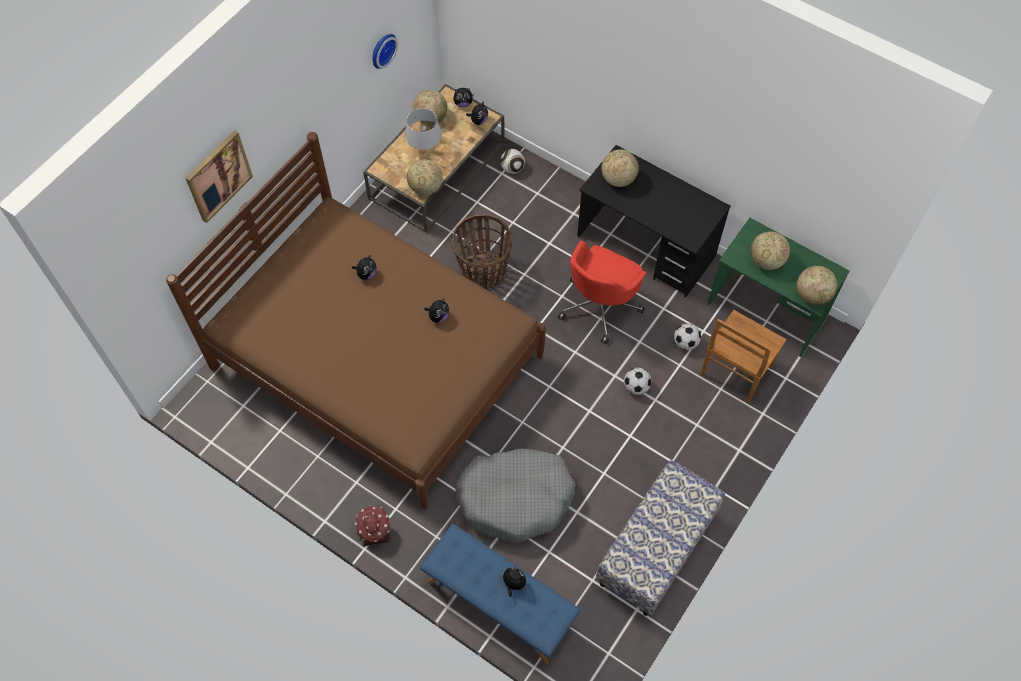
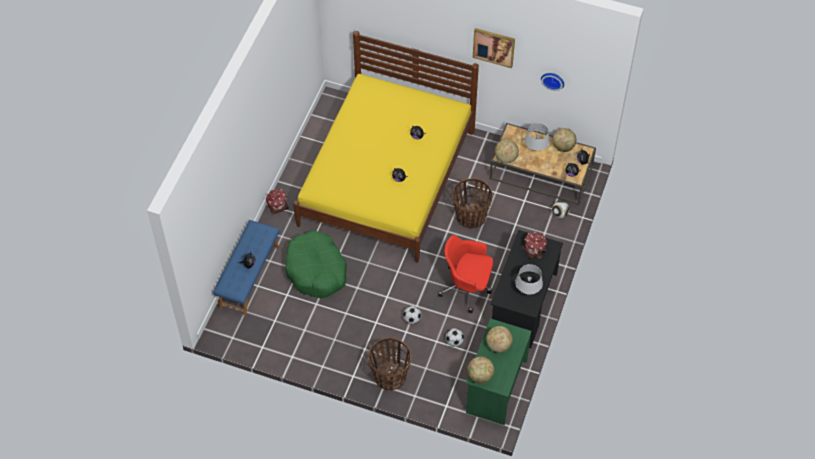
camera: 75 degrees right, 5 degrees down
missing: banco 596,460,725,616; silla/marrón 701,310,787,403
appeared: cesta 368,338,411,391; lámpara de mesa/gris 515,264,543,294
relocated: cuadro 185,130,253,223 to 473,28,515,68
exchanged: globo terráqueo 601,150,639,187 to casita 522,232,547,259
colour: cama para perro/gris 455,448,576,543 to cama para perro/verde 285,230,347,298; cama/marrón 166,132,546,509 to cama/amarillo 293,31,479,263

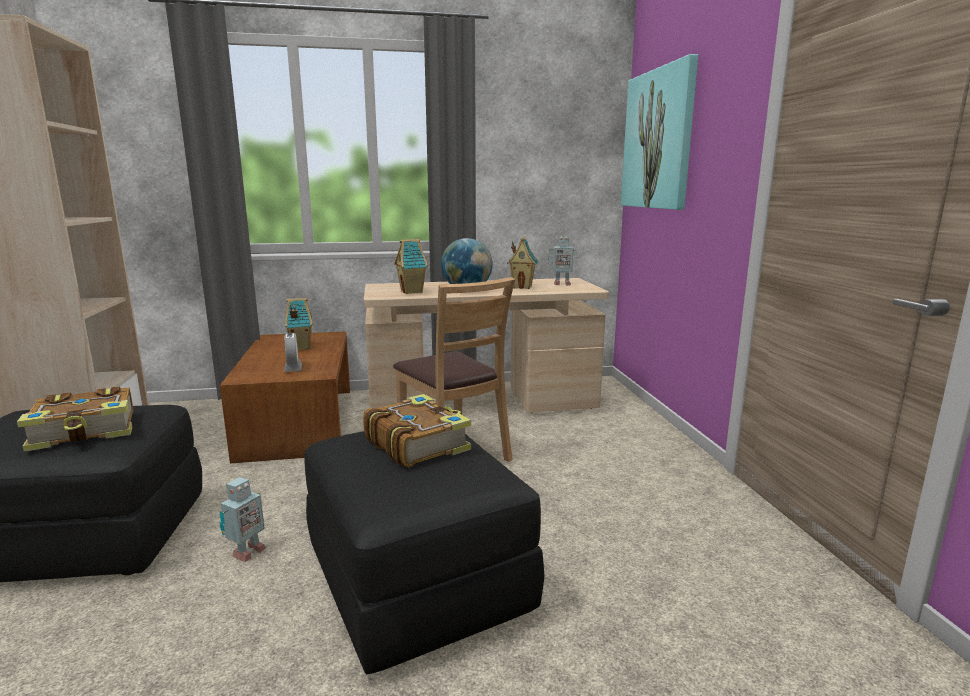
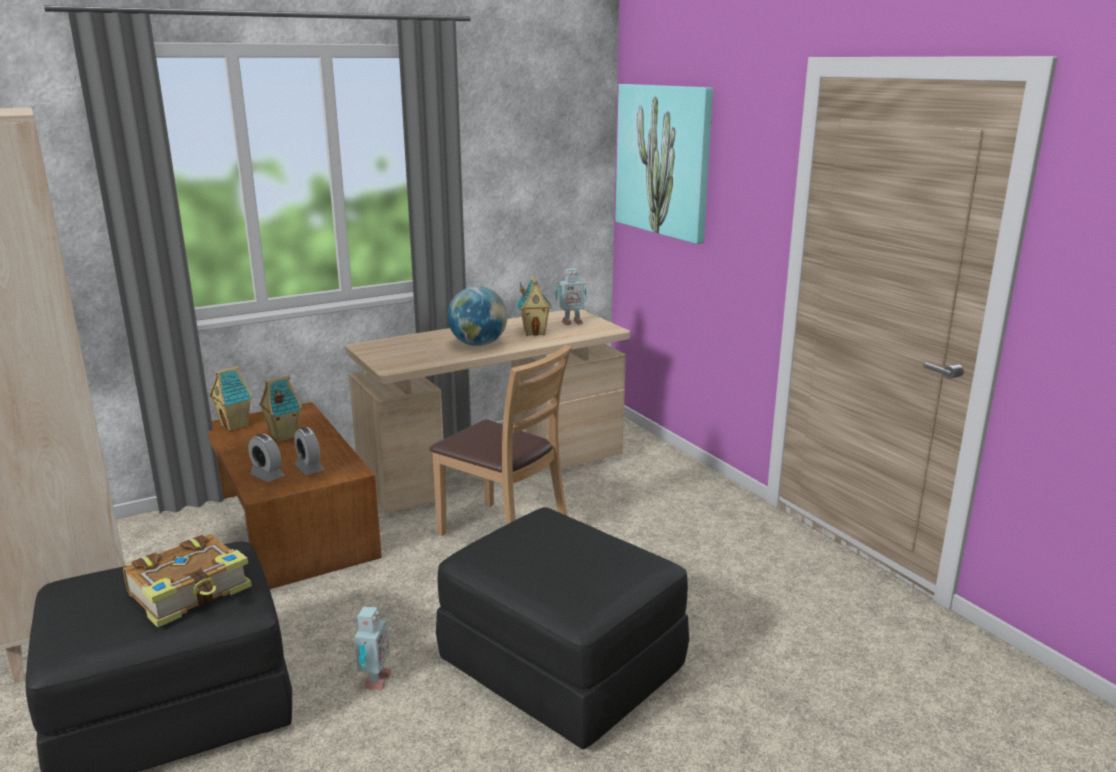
camera: 20 degrees left, 5 degrees up
missing: libro 363,394,471,467
appeared: despertador 248,434,284,482
relocated: casita 394,239,428,294 to 209,366,253,431

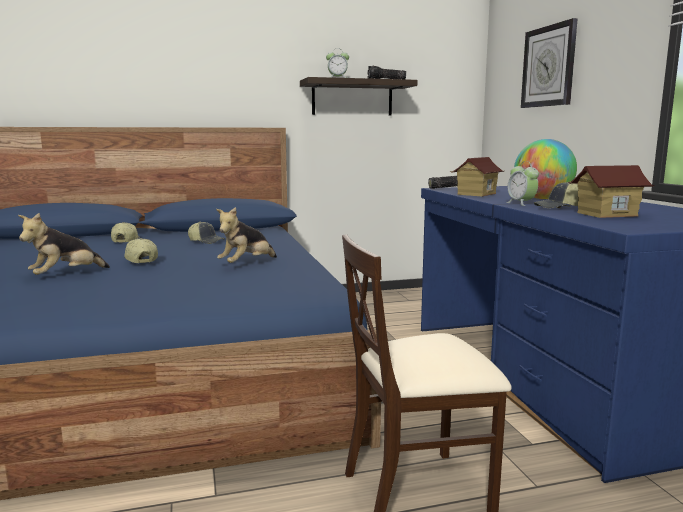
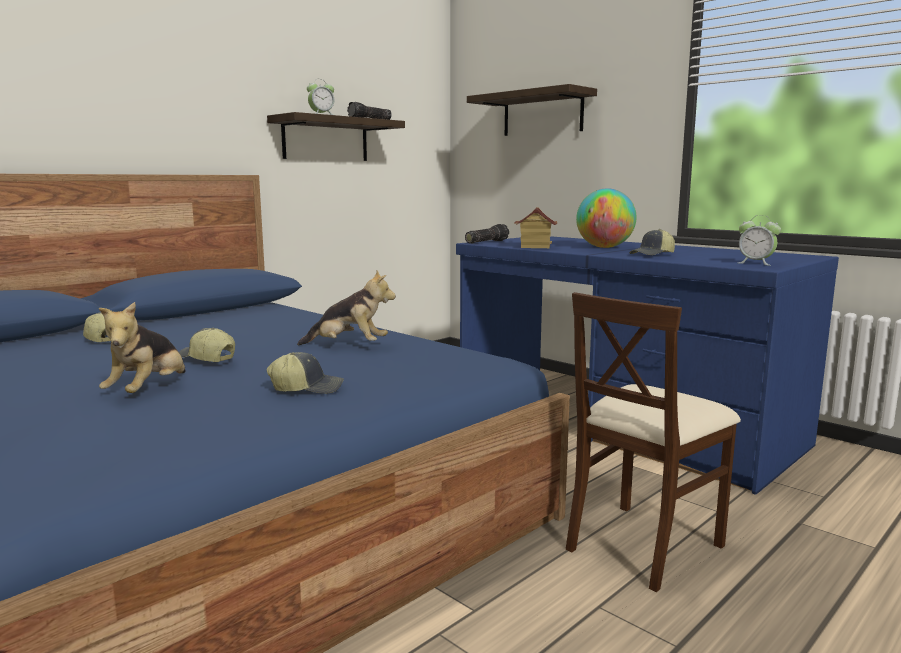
camera: 30 degrees left, 0 degrees up
missing: casita 568,165,655,218
relocated: gorra 188,221,225,244 to 267,352,344,394; despertador 506,161,539,206 to 739,215,781,266
exchanged: reloj de pared 521,18,578,108 to estante 467,84,597,136
spun: peluche 216,207,277,263 = 297,270,396,345 90 degrees counterclockwise

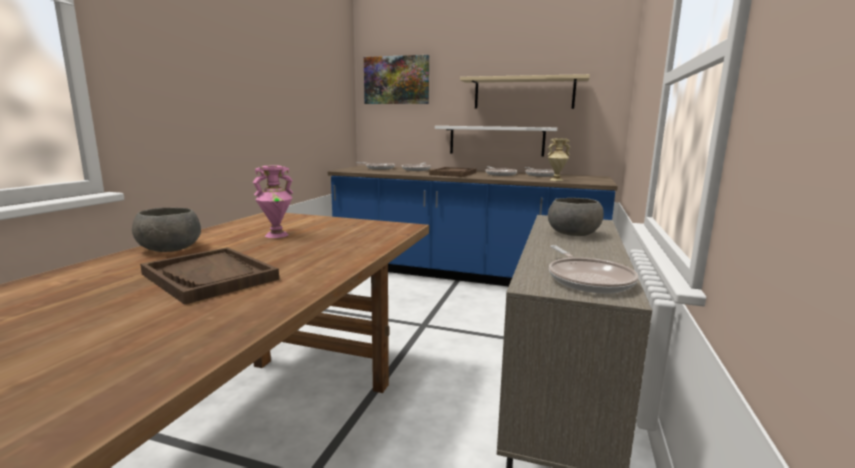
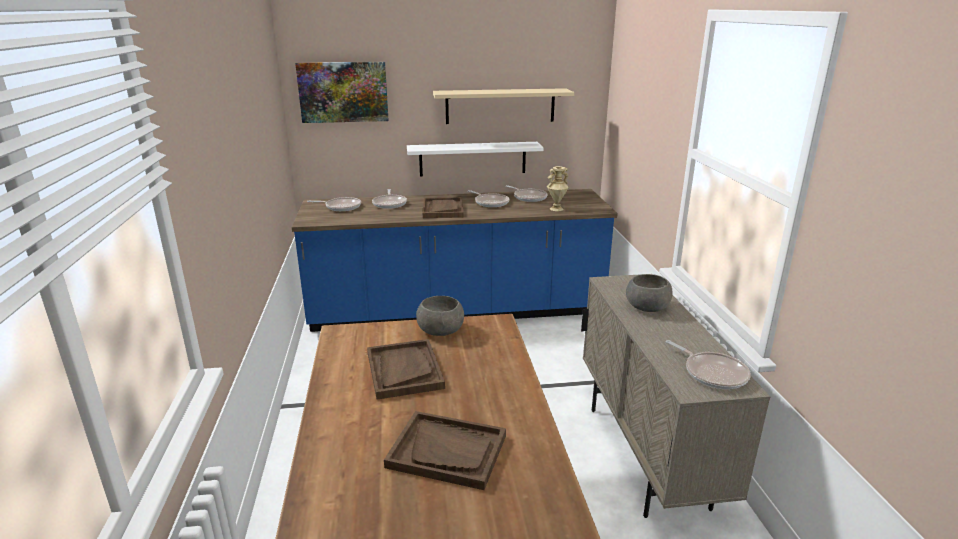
camera: 25 degrees left, 10 degrees up
relocated: cuenco/gris 132,208,201,252 to 416,296,464,336
exchanged: florero/rosa 253,166,293,238 to bandeja/marrón 367,339,445,400

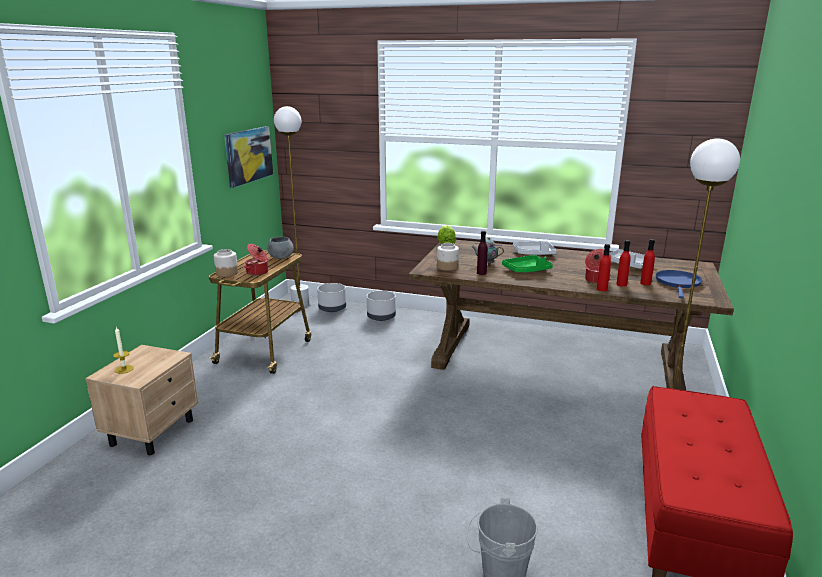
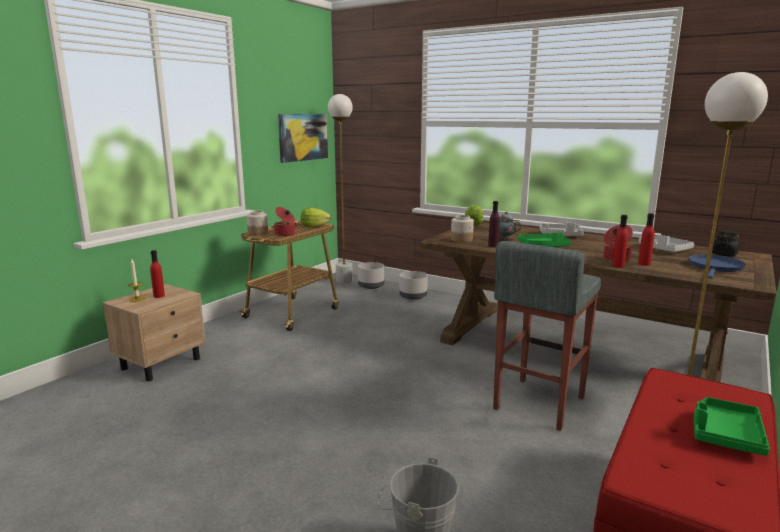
camera: 15 degrees right, 5 degrees down
appeared: taburete/gris 493,241,601,431; bandeja/verde 694,397,770,456; tarro/negro 712,230,739,256
relocated: botella/rojo 640,239,655,285 to 150,250,165,298
exchanged: cuenco/gris 267,236,293,259 to lechuga 301,208,331,227

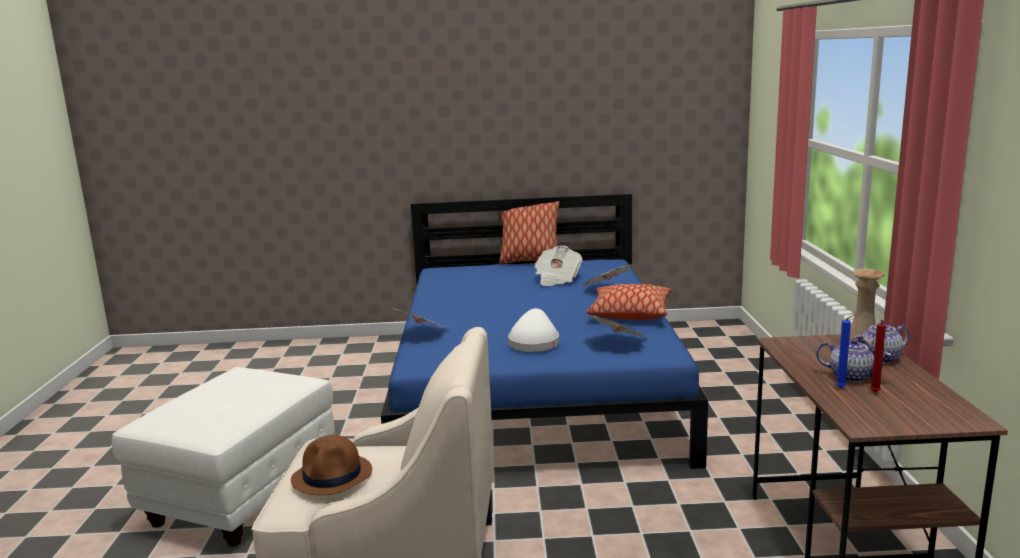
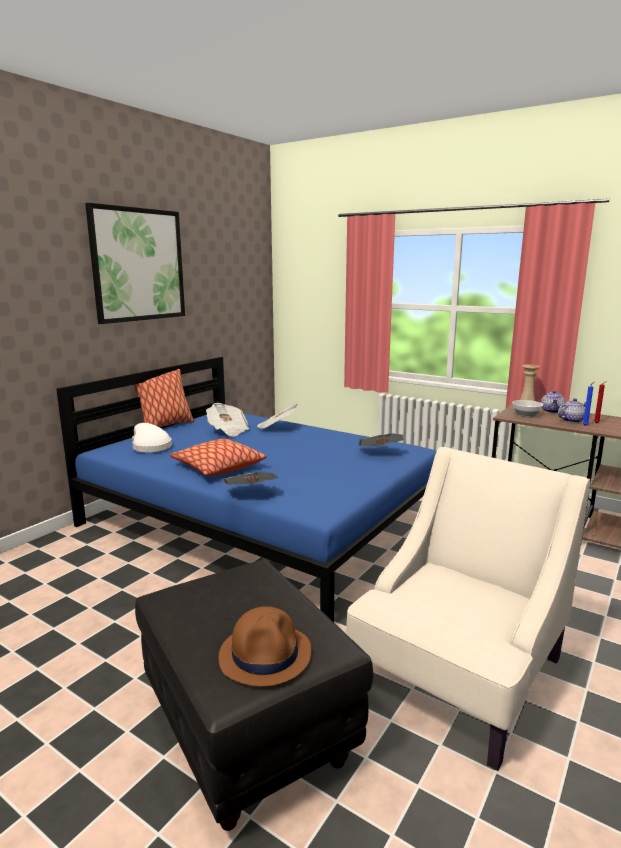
camera: 55 degrees left, 0 degrees up
appeared: cuadro 85,203,185,324; cuenco 512,400,543,417
relocated: sombrero/blanco 508,308,559,352 to 132,423,172,452; cojín 587,284,671,320 to 170,439,267,476; sombrero/marrón 291,435,372,495 to 219,606,311,686
colour: puf/blanco 112,367,335,547 to puf/negro 135,559,373,831

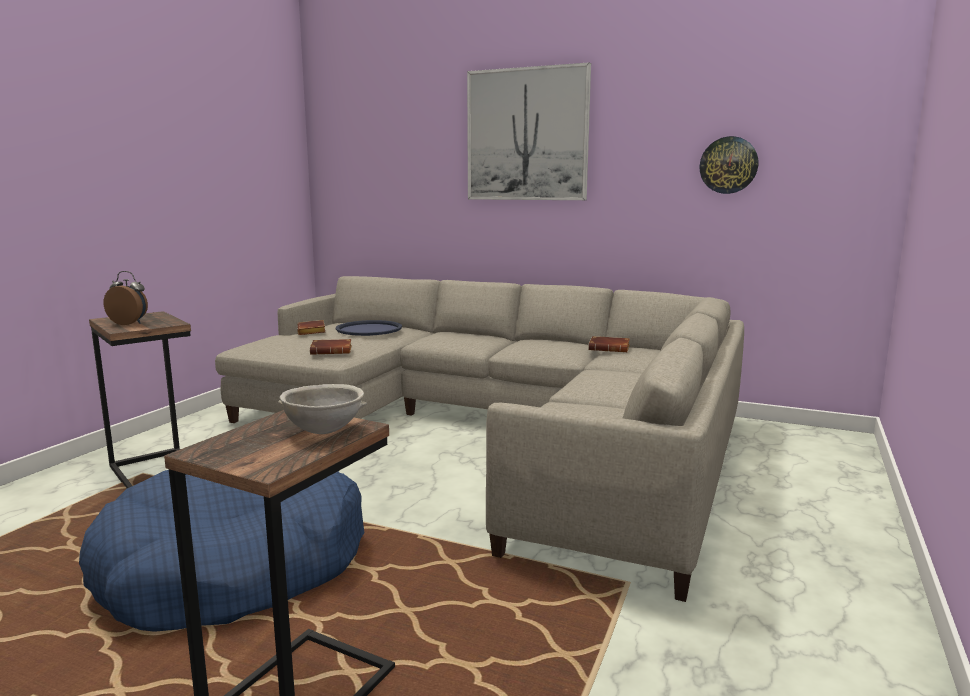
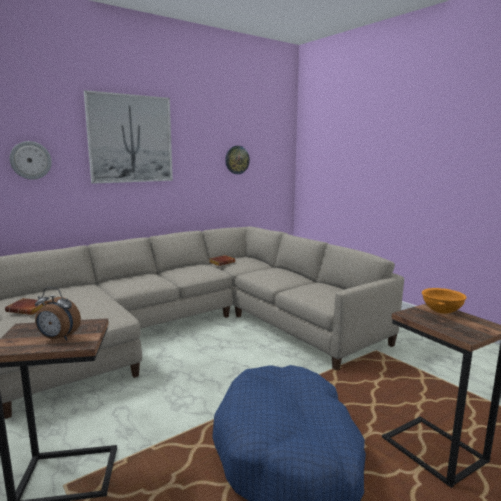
camera: 60 degrees left, 0 degrees up
missing: libro/marrón 310,339,352,355; bandeja/azul 336,320,402,336
appeared: reloj de pared 10,141,52,180
colour: cuenco/gris 278,384,367,434 to cuenco/naranja 422,288,467,314
spun: despertador 104,271,148,325 = 35,287,81,340 120 degrees counterclockwise

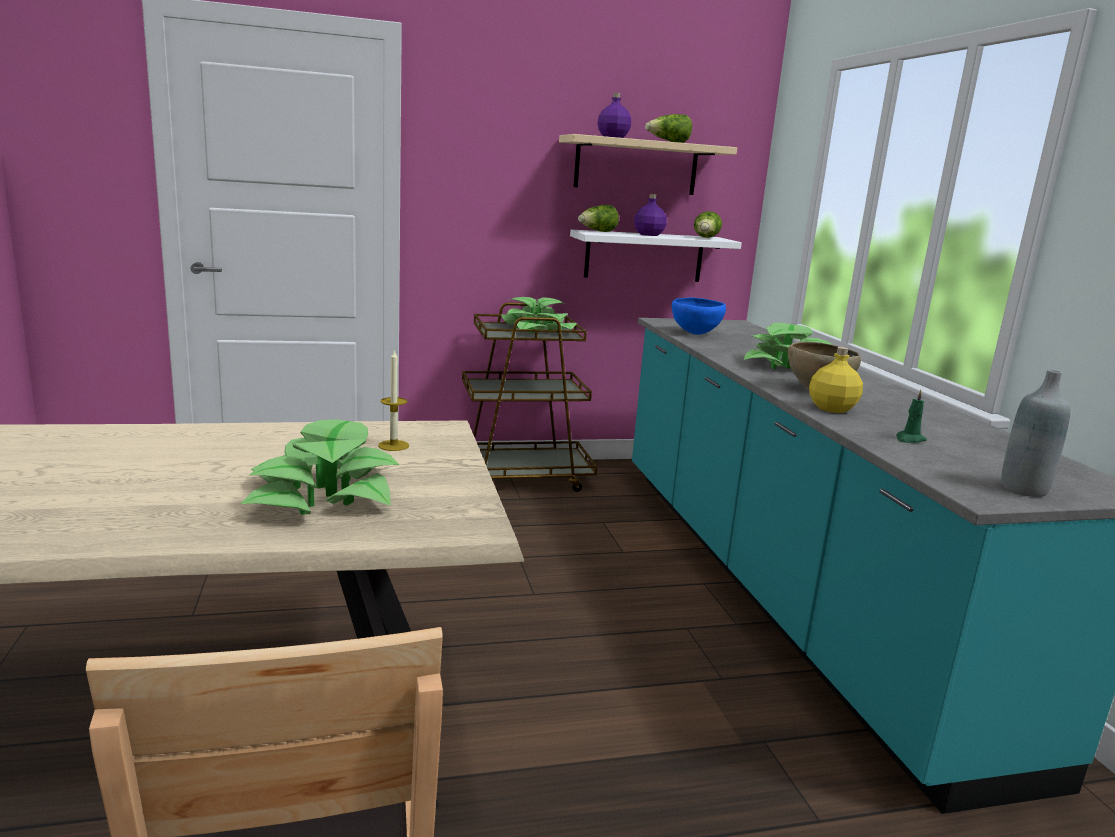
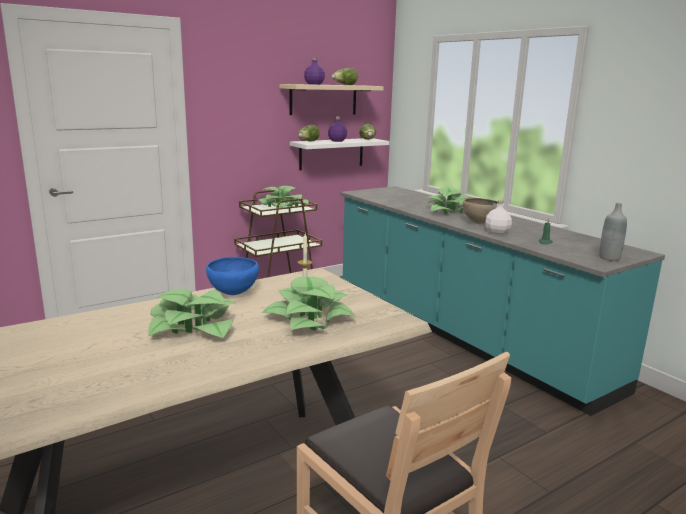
camera: 20 degrees left, 0 degrees up
appeared: planta en maceta 148,288,235,338
relocated: cuenco/azul 672,297,726,335 to 206,257,259,295
colour: botella/amarillo 809,347,863,413 to botella/blanco 485,200,512,234

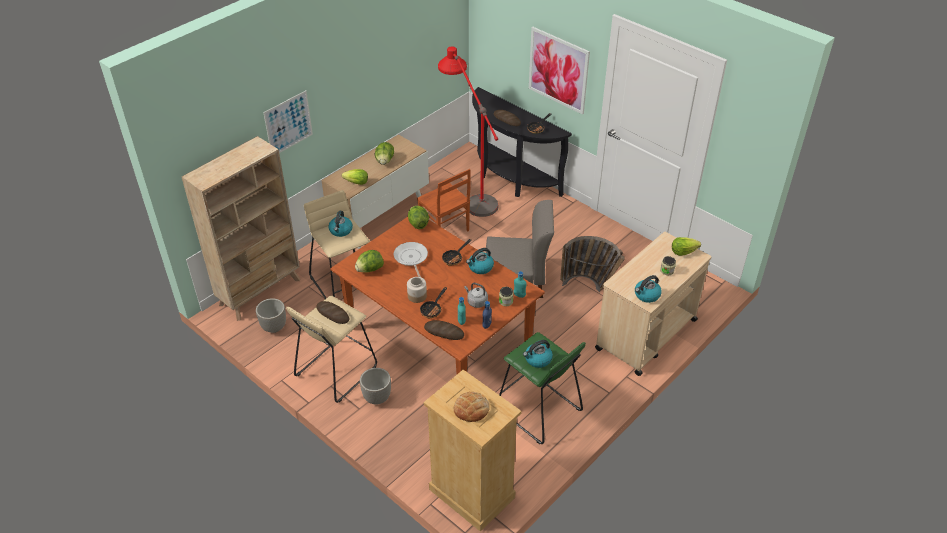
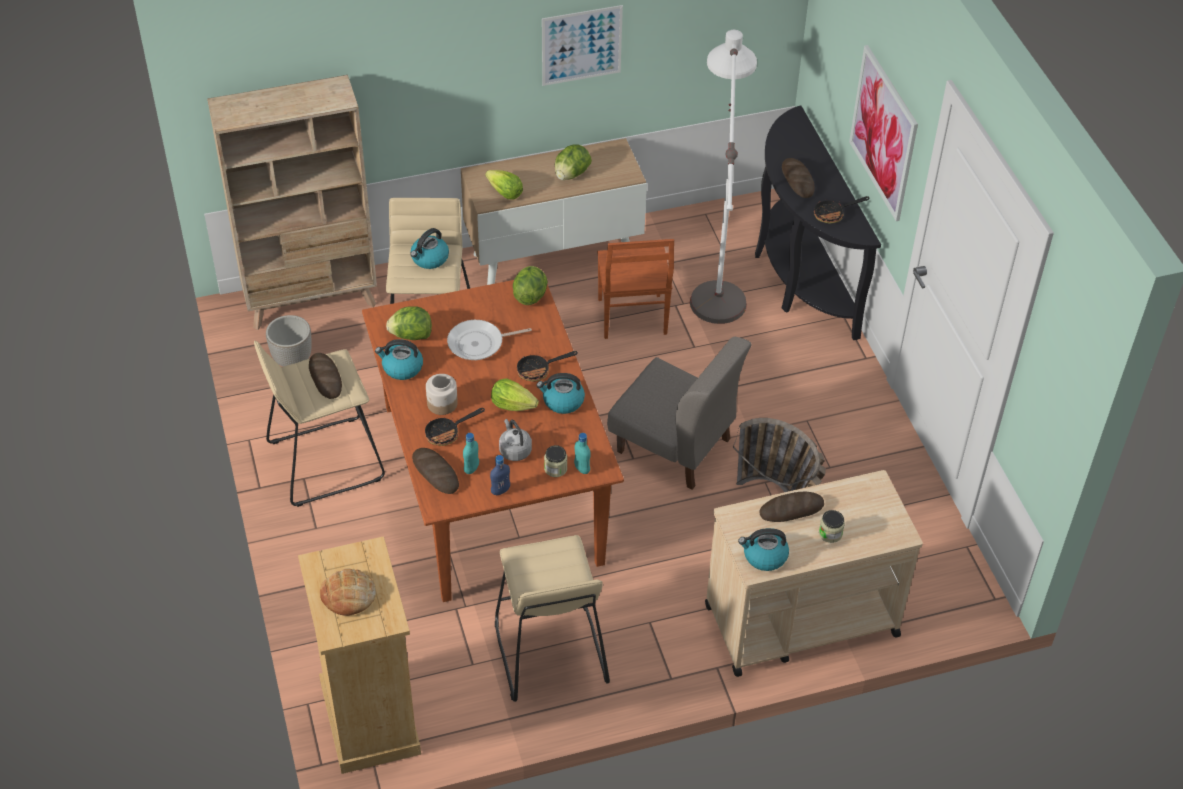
camera: 30 degrees right, 5 degrees up
missing: maceta 360,368,391,404
appeared: pan 759,492,824,522
relocated: hervidor 523,340,553,368 to 375,339,423,380; lechuga 672,237,701,256 to 491,378,539,411; cuadro 263,91,313,153 to 542,5,623,86
colour: taburete/verde 499,332,586,444 to taburete/beis 495,535,610,702; lámpara de pie/rojo 438,46,499,217 to lámpara de pie/blanco 690,30,757,324
spun: sartén 394,242,428,277 = 447,320,532,360 120 degrees counterclockwise

